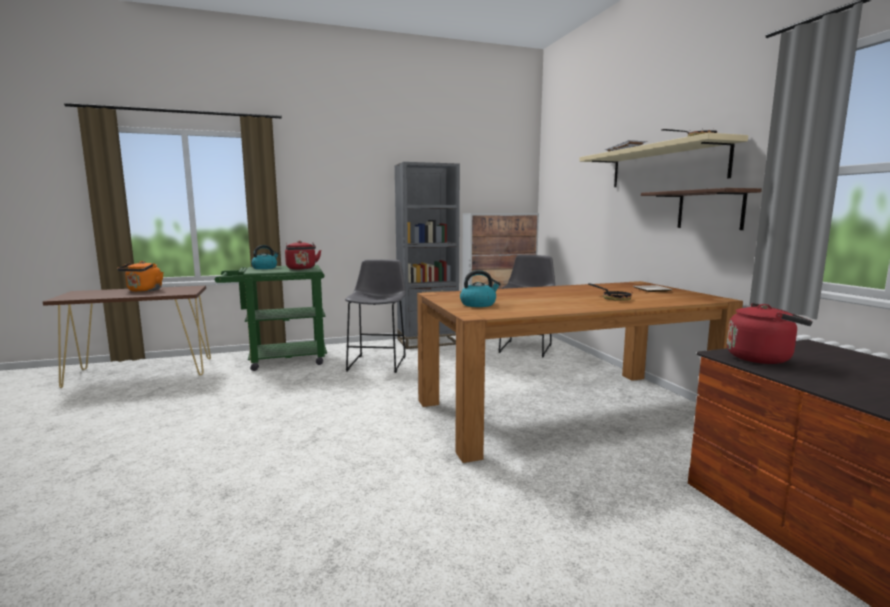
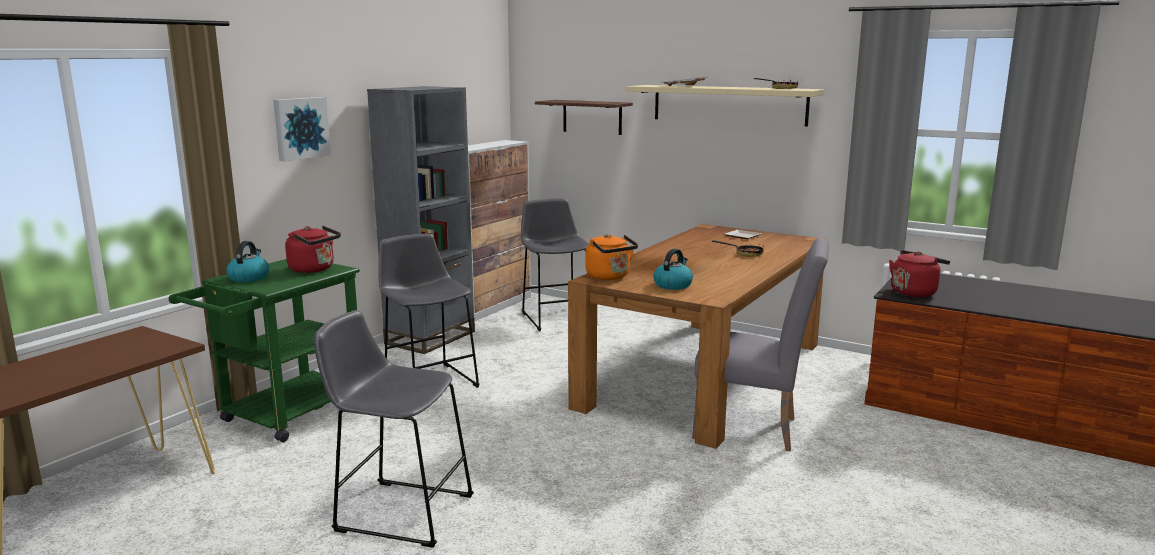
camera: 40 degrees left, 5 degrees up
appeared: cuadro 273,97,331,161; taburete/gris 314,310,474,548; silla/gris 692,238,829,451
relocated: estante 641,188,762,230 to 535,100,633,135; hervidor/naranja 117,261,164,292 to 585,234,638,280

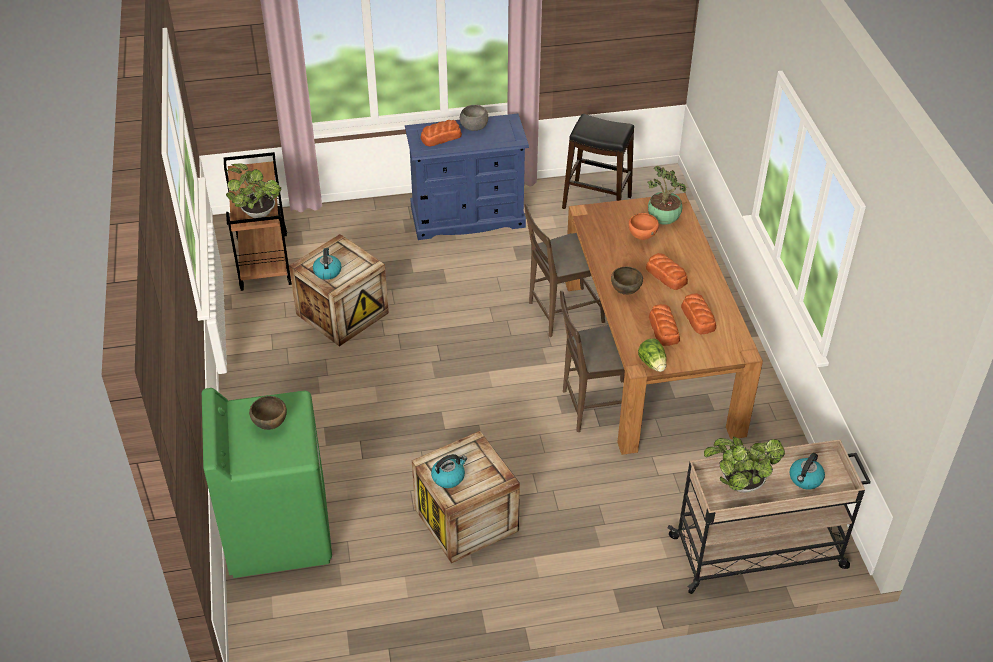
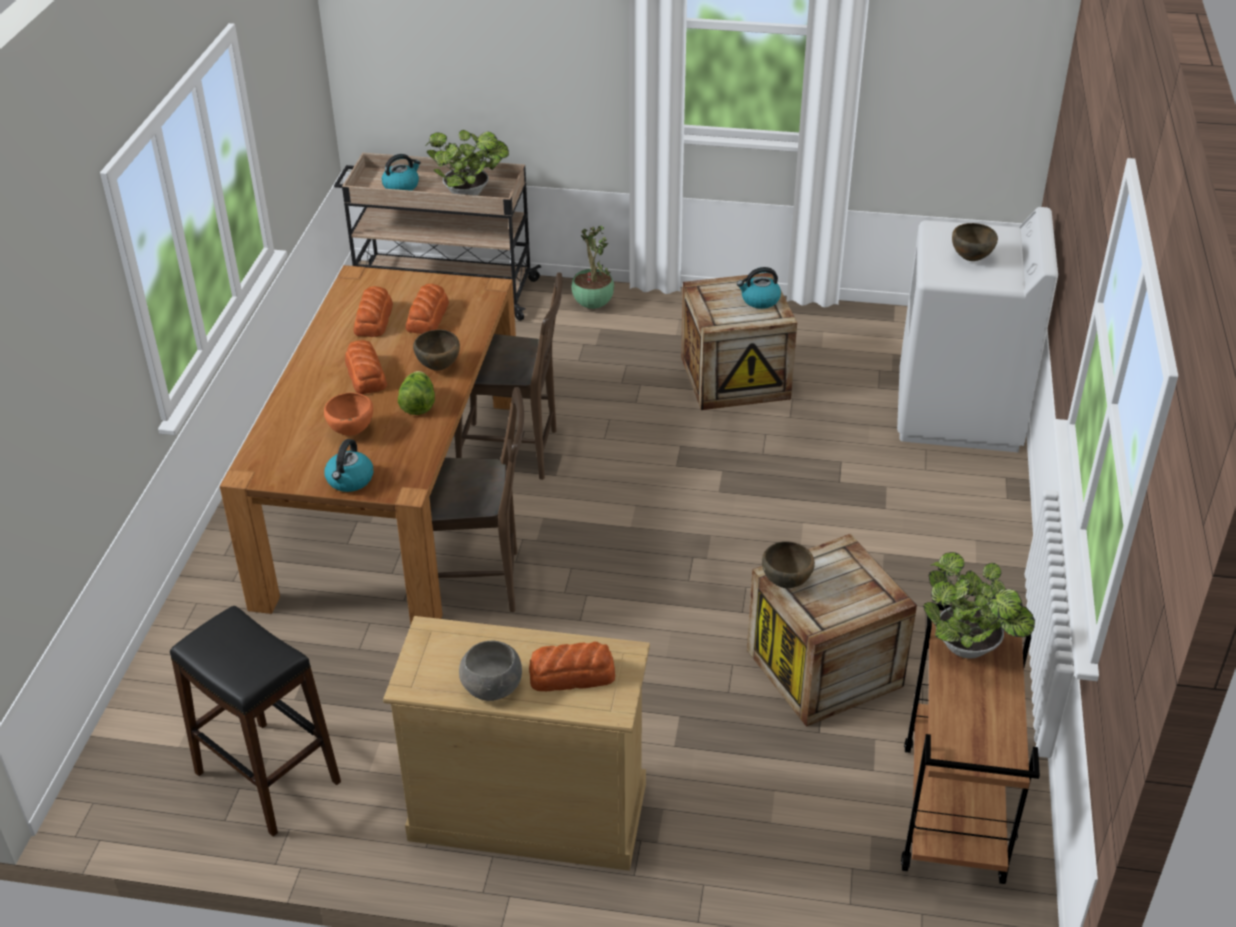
camera: 160 degrees left, 5 degrees down
appeared: cuenco/marrón 762,541,815,588
relocated: hervidor 313,248,342,280 to 324,439,373,492; lechuga 638,339,666,372 to 398,371,435,415; planta en maceta 647,166,686,225 to 571,226,614,309
colour: cómoda/azul 405,114,529,240 to cómoda/beis 383,616,650,871; lavadora/verde 202,388,332,578 to lavadora/blanco 897,207,1058,452

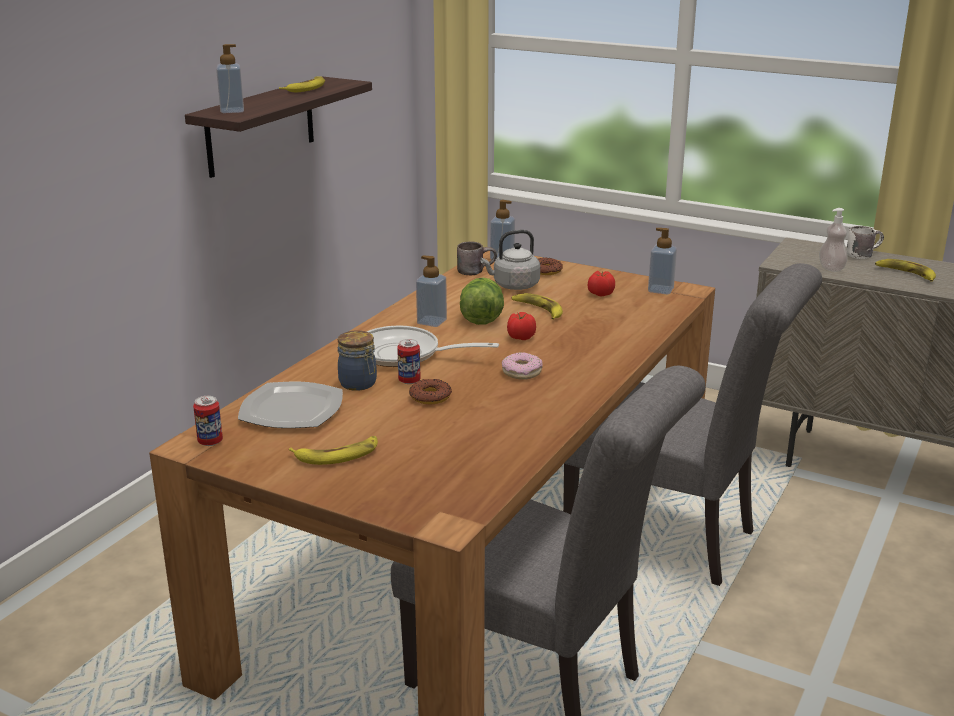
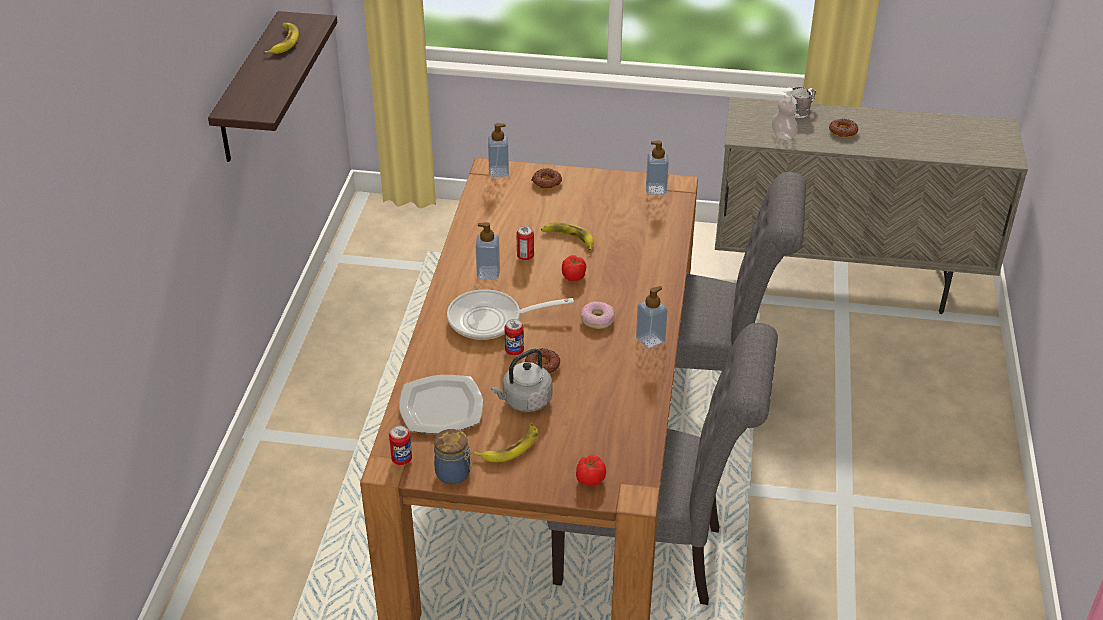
camera: 20 degrees left, 15 degrees up
missing: taza grande/marrón 457,241,497,275
relocated: tarro 338,330,377,391 to 434,429,473,484; hervidor/gris 480,230,540,290 to 491,348,553,412; tomate 588,271,615,296 to 576,455,606,486; dispensador de jabón 216,44,244,113 to 636,286,668,349
exchanged: lechuga 460,278,504,325 to lata 516,226,534,260; plátano 875,259,936,282 to rosquilla 829,118,858,138

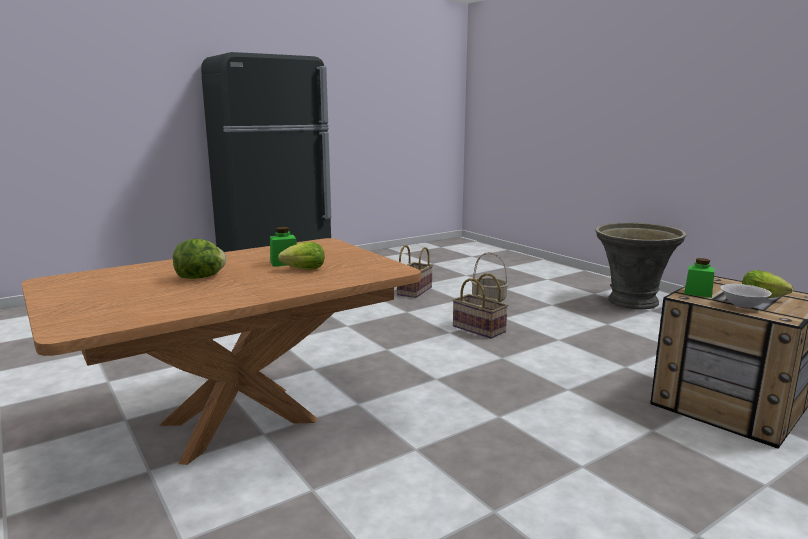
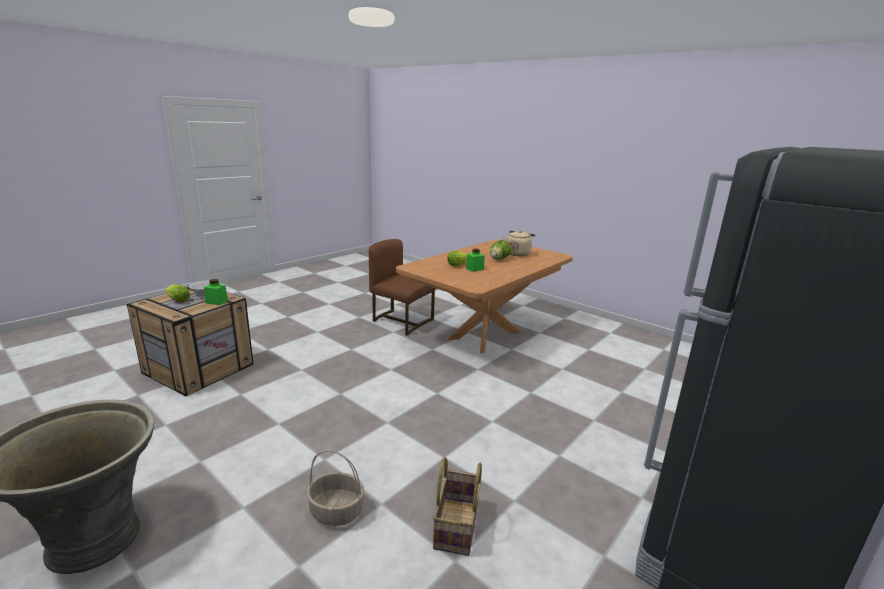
camera: 165 degrees right, 5 degrees up
missing: cesta 453,273,508,339
appeared: silla/marrón 369,239,436,336; hervidor/beis 503,231,535,256

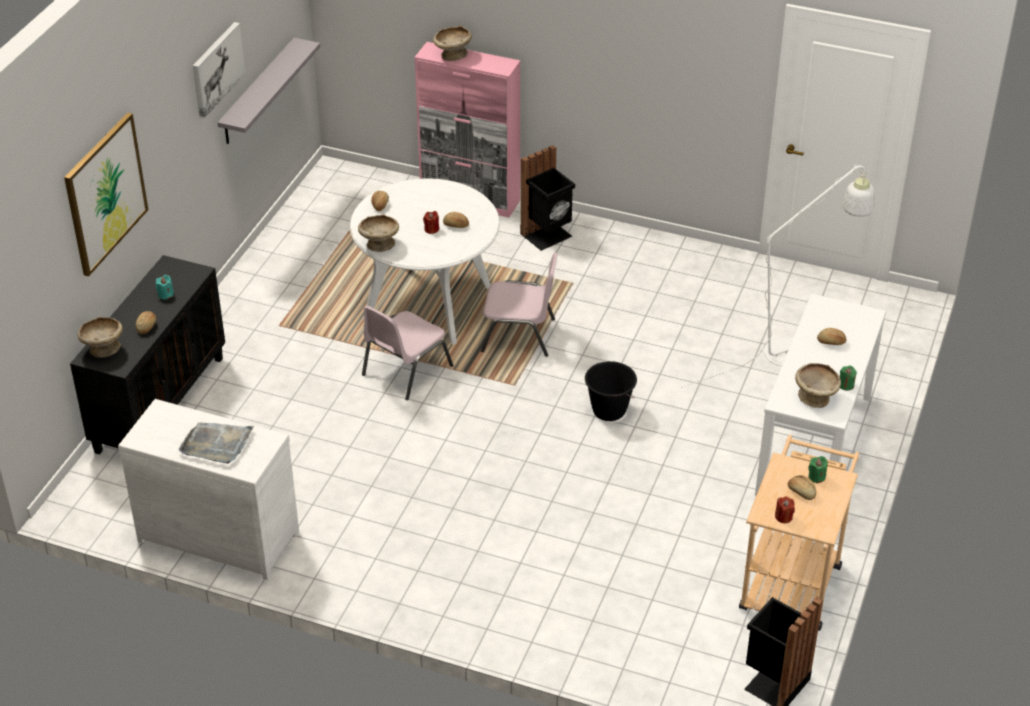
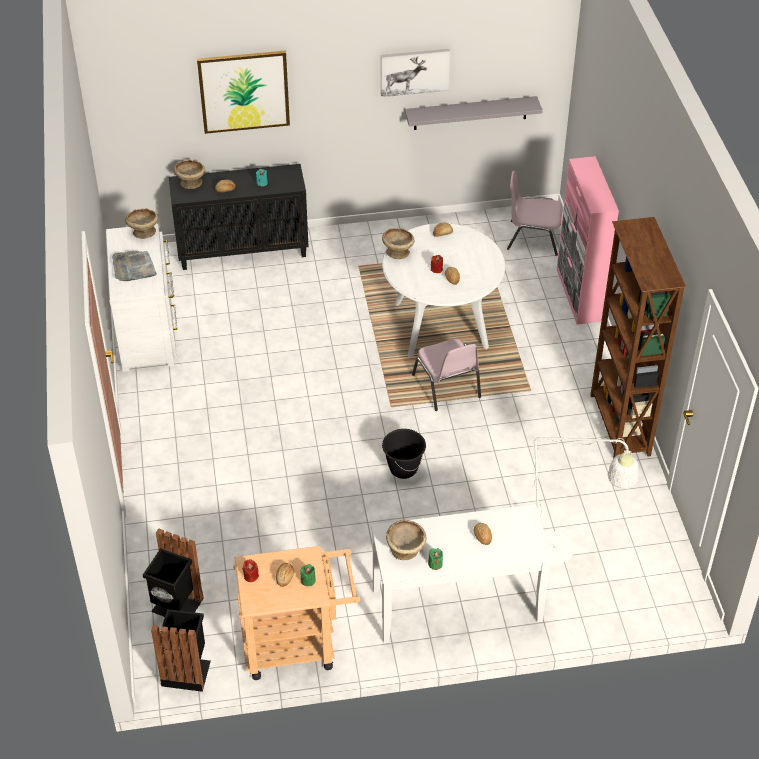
camera: 60 degrees right, 5 degrees up
appeared: estantería/marrón 590,217,686,459
relocated: cuenco/beis 433,25,472,61 to 125,208,158,239; papelera/negro 520,145,575,251 to 143,529,204,617; silla/rosa 362,306,453,400 to 507,171,562,256

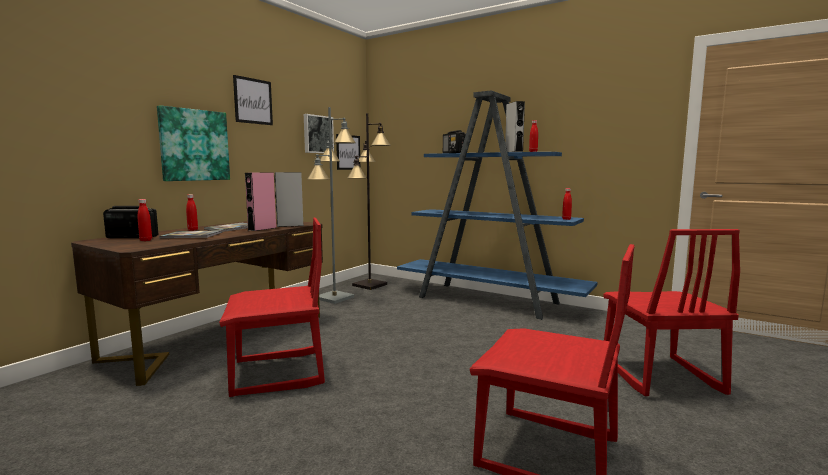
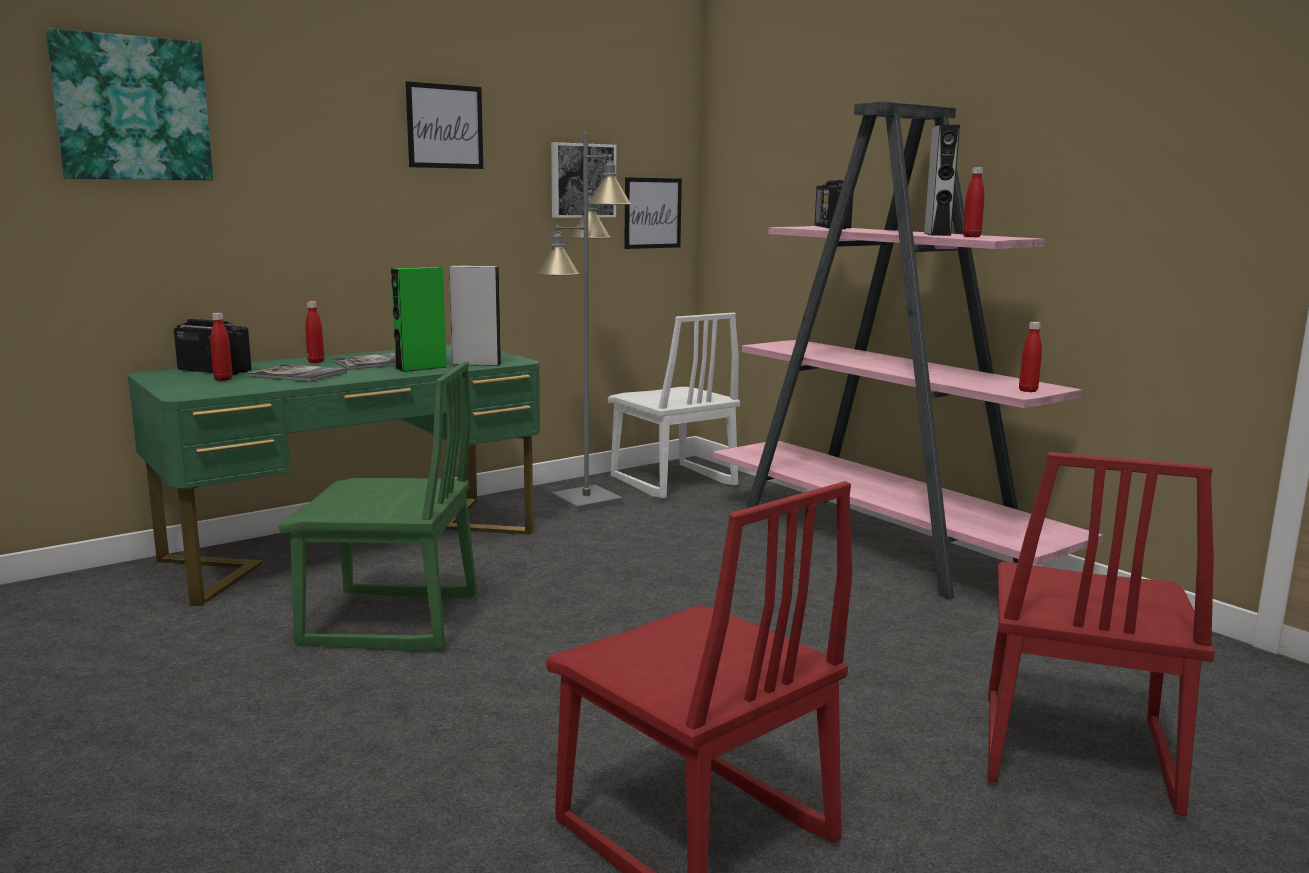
camera: 20 degrees right, 5 degrees up
relocated: cuadro 157,105,230,181 to 46,28,213,181
exchanged: lámpara de pie/negro 347,113,391,290 to silla/blanco 608,313,740,498
colour: escritorio/marrón 71,219,323,386 to escritorio/verde 127,345,540,606; silla/rojo 219,218,325,397 to silla/verde 278,361,477,652; altavoz/rosa 245,172,276,231 to altavoz/verde 391,267,448,372; estantería/azul 397,90,598,320 to estantería/rosa 713,102,1103,599

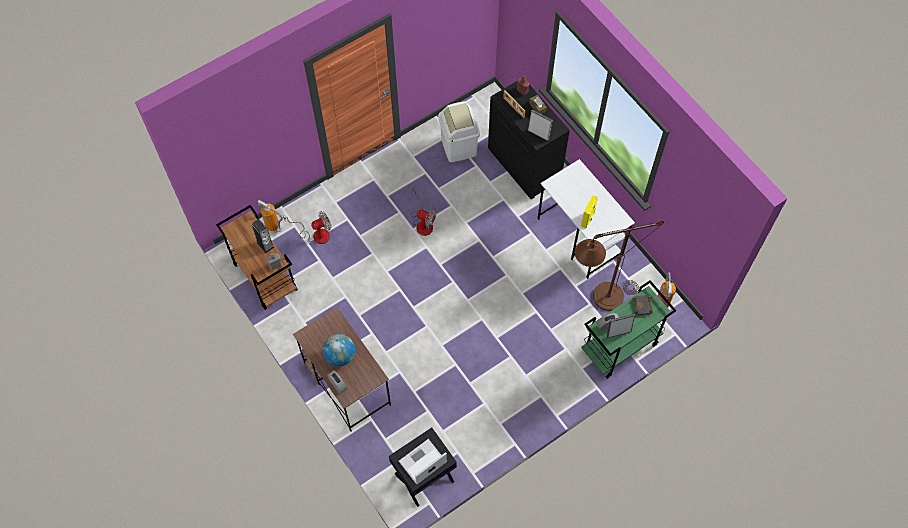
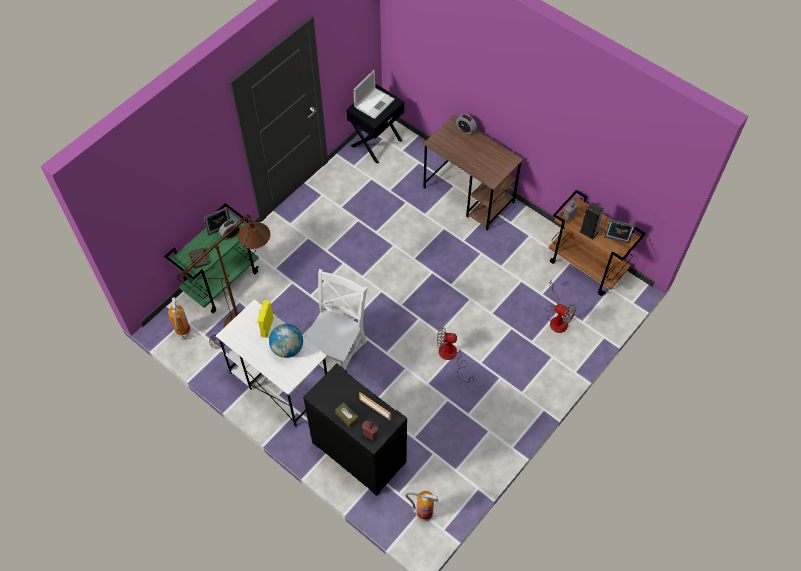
camera: 165 degrees right, 5 degrees down
missing: papelera/blanco 438,101,480,162
appeared: silla/blanco 305,269,367,370
relocated: globo terráqueo 323,334,355,366 to 269,324,303,358; extintor 257,200,283,233 to 405,491,438,522; portarretratos 528,110,553,141 to 604,219,635,243
spun: ventilador 283,211,331,244 = 545,279,577,333 105 degrees counterclockwise

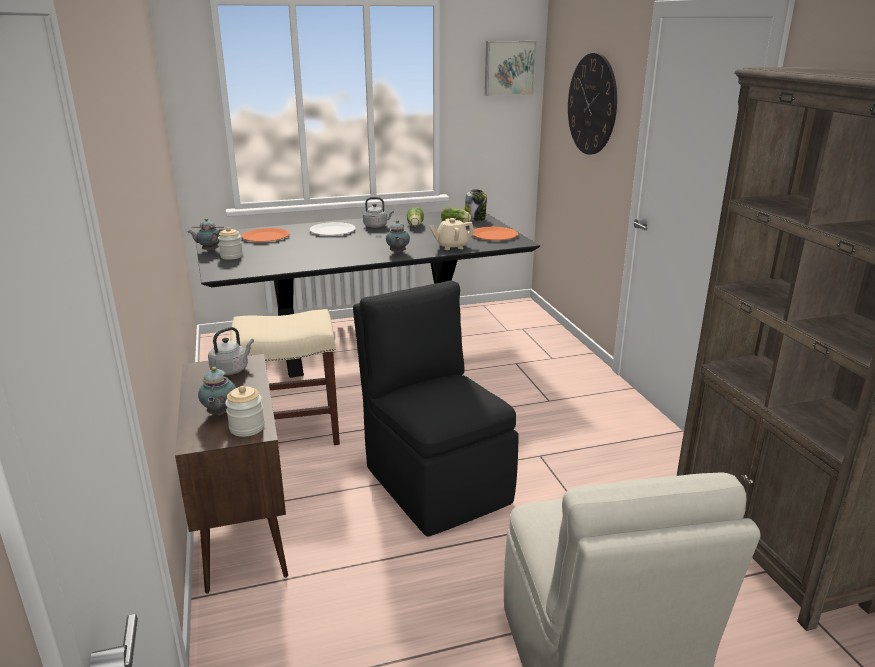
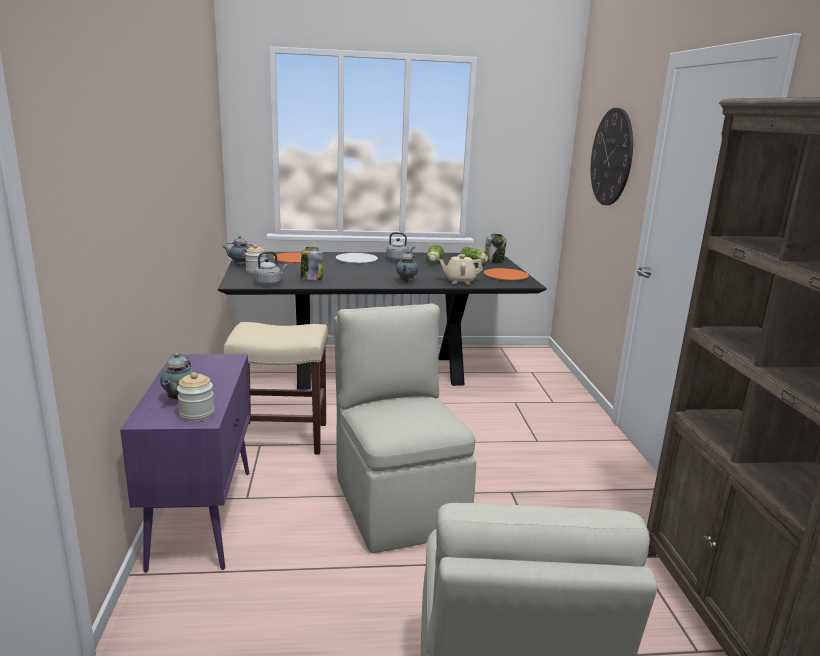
camera: 10 degrees right, 5 degrees down
missing: cuadro 485,41,536,96
appeared: tarro 301,247,323,280
relocated: hervidor/gris 208,327,254,375 to 254,251,288,286
colour: armario/marrón 175,354,288,593 to armario/morado 120,354,251,573; silla/negro 353,280,519,536 to silla/beis 334,304,476,553

